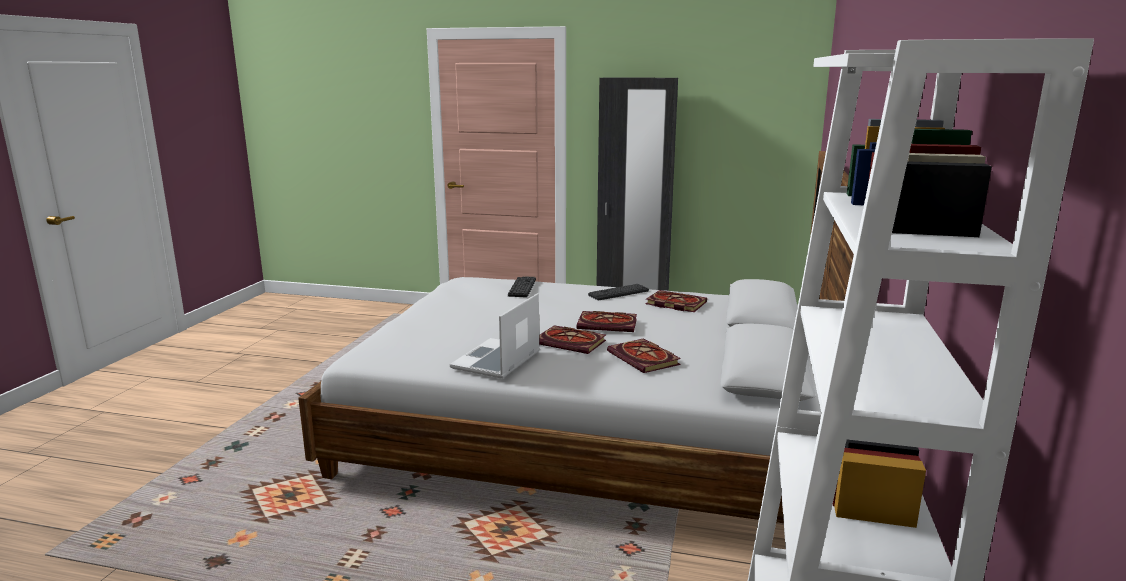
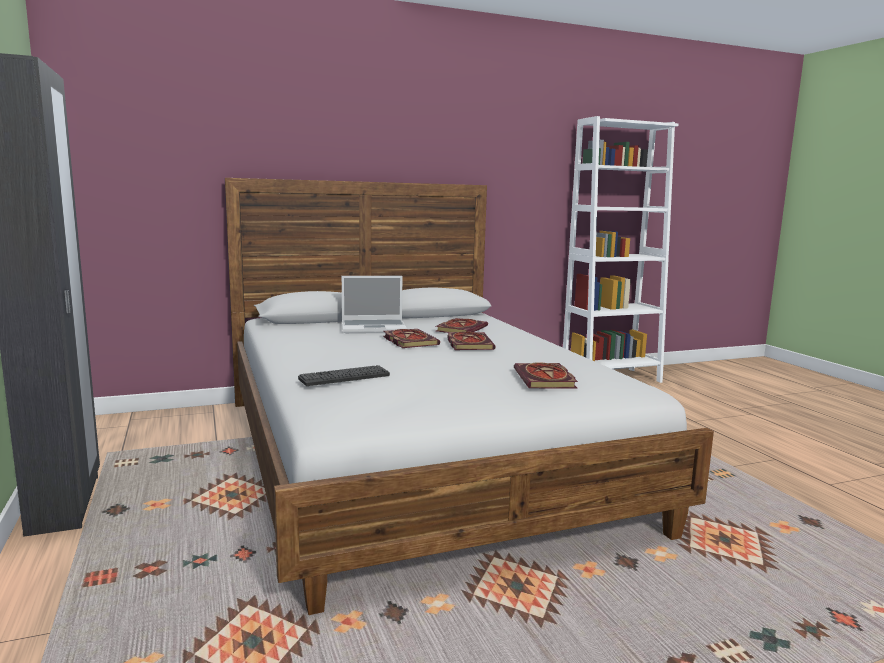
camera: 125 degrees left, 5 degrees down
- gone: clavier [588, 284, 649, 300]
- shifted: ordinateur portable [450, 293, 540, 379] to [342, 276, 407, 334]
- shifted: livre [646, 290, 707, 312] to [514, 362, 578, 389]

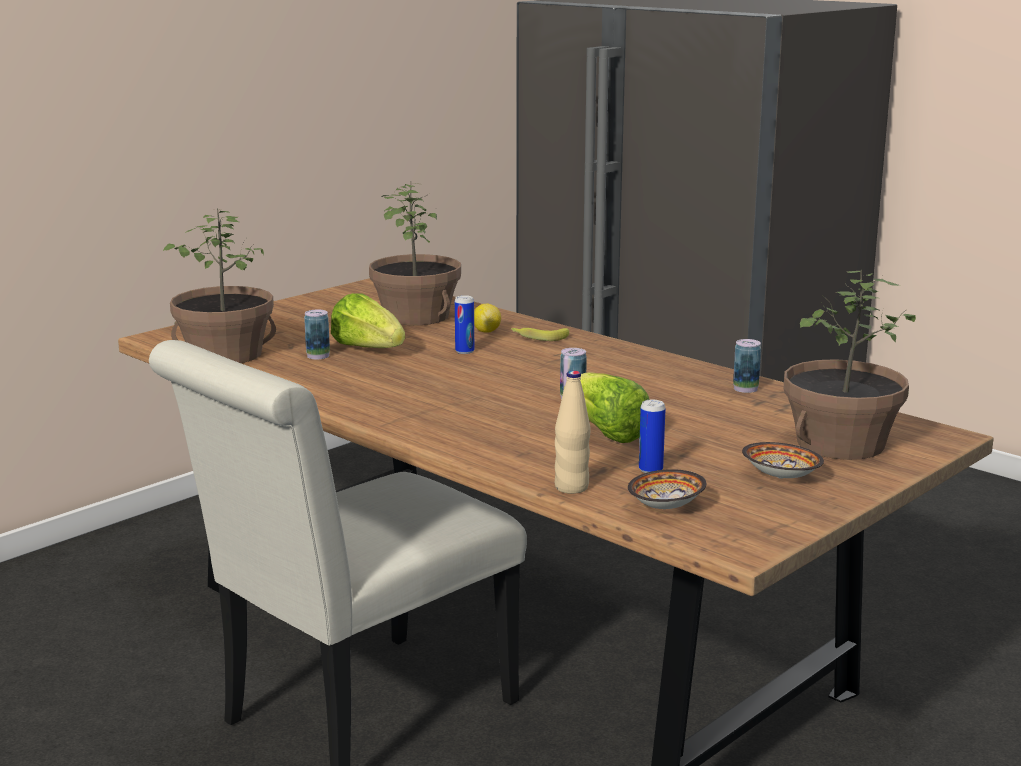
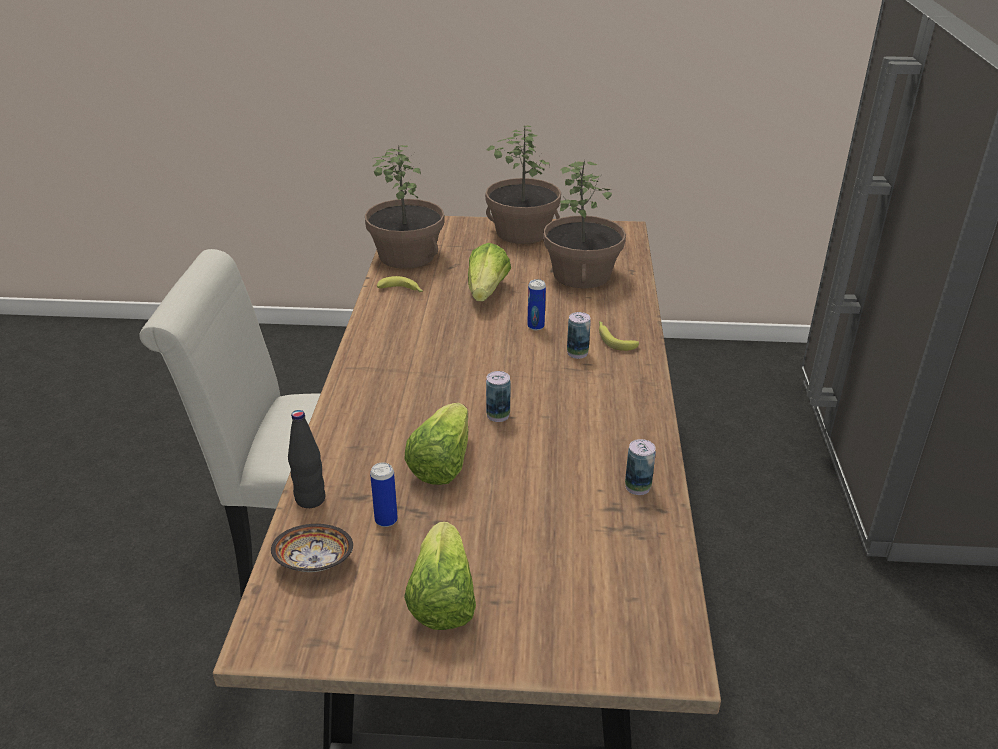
camera: 50 degrees right, 15 degrees up
- gone: citron [474, 304, 501, 333]
- new: banane [377, 276, 423, 293]
- shifted: boîte métallique [304, 310, 330, 359] to [567, 312, 591, 359]
- shifted: plante en pot [784, 270, 916, 460] to [485, 125, 561, 244]
- swapped: bol [742, 442, 824, 479] to laitue [404, 522, 476, 630]
- repainted: bouteille [beige] [555, 371, 590, 494] to bouteille [noir] [288, 410, 326, 508]

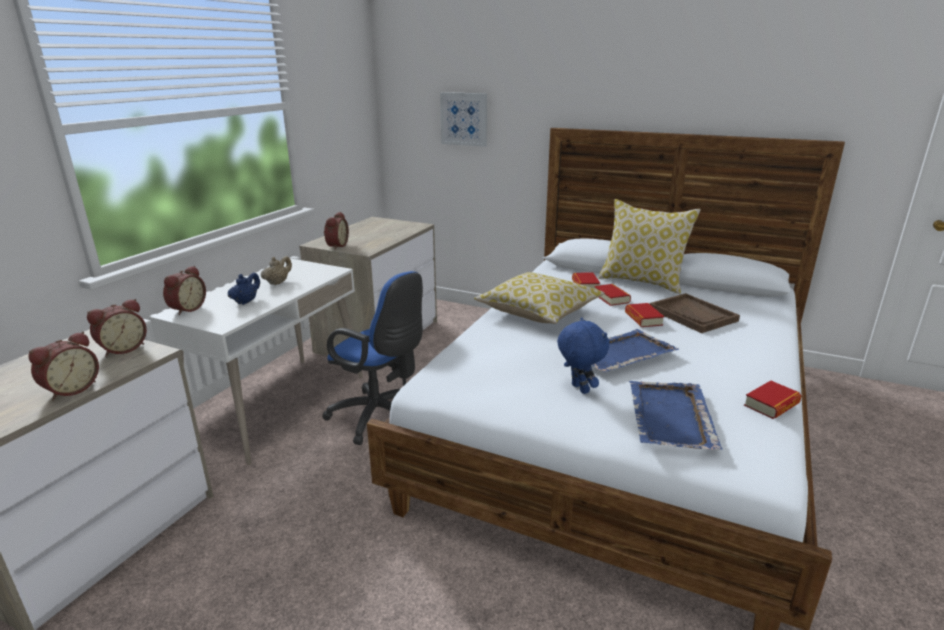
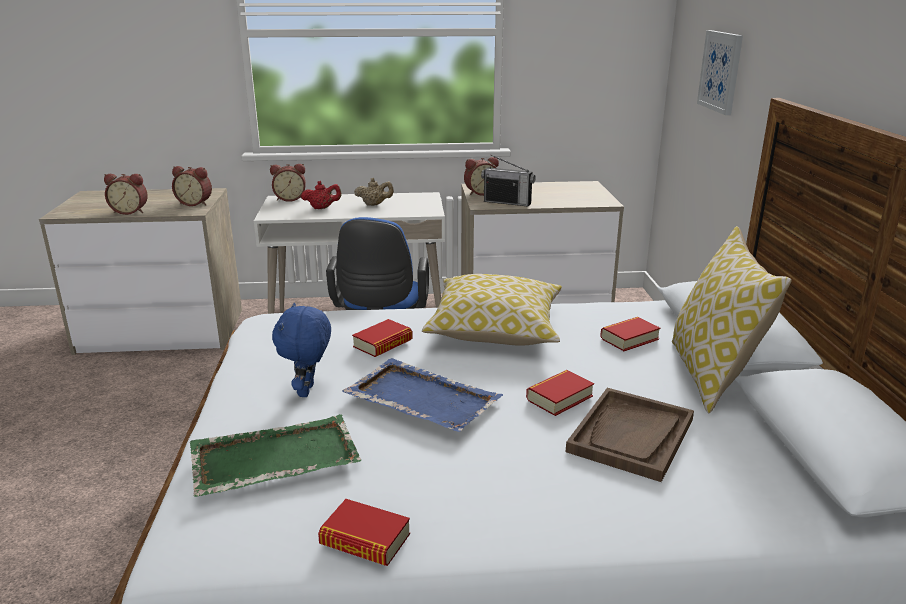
camera: 60 degrees right, 0 degrees up
- new: radio [481, 155, 536, 207]
- shifted: livre [594, 284, 631, 306] to [352, 319, 413, 357]
- repainted: théière [bleu] [228, 272, 260, 305] to théière [rouge] [301, 181, 342, 209]
- repainted: plateau [bleu] [629, 381, 722, 450] to plateau [vert] [190, 414, 362, 497]
- rotated: peluche [bleu] [557, 317, 609, 394] = [272, 303, 331, 397] 150 degrees clockwise

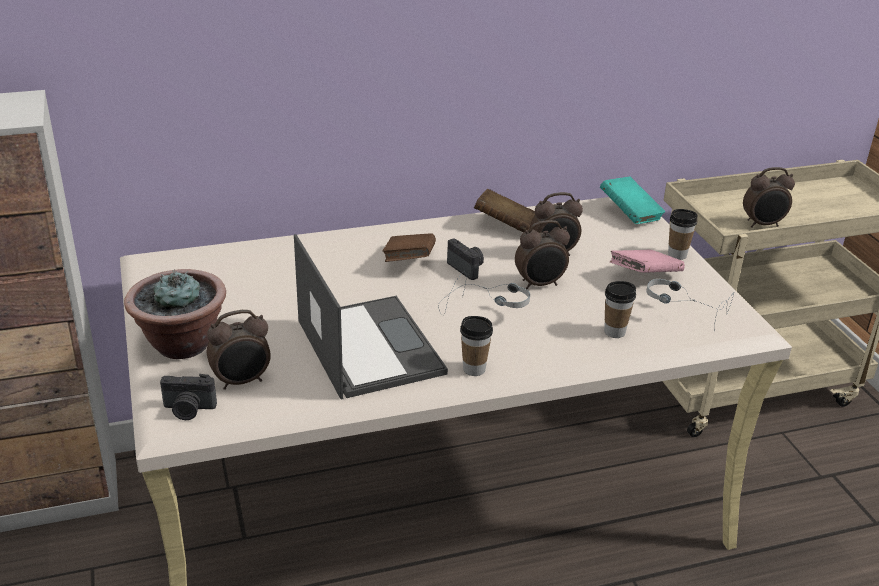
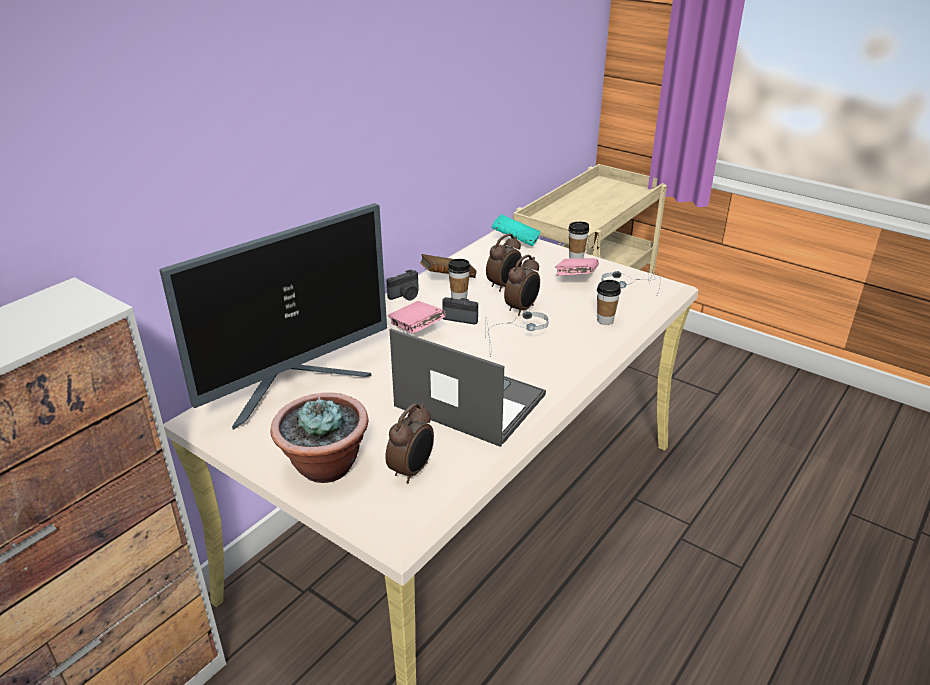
camera: 35 degrees left, 0 degrees up
- gone: réveil [743, 167, 795, 228]
- new: écran d'ordinateur [160, 203, 387, 430]
- shifted: appareil photo [160, 374, 217, 420] to [386, 270, 419, 301]
- shifted: tasse [460, 316, 493, 376] to [448, 259, 470, 299]
- repainted: livre [marron] [383, 233, 436, 262] to livre [rose] [388, 301, 446, 334]

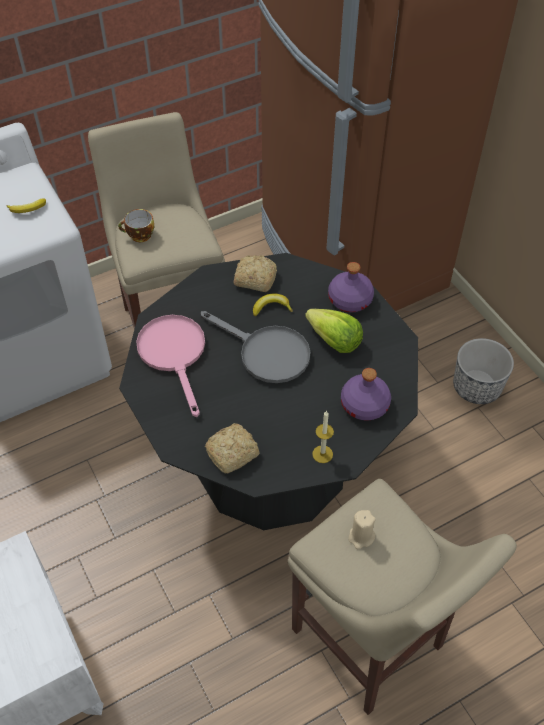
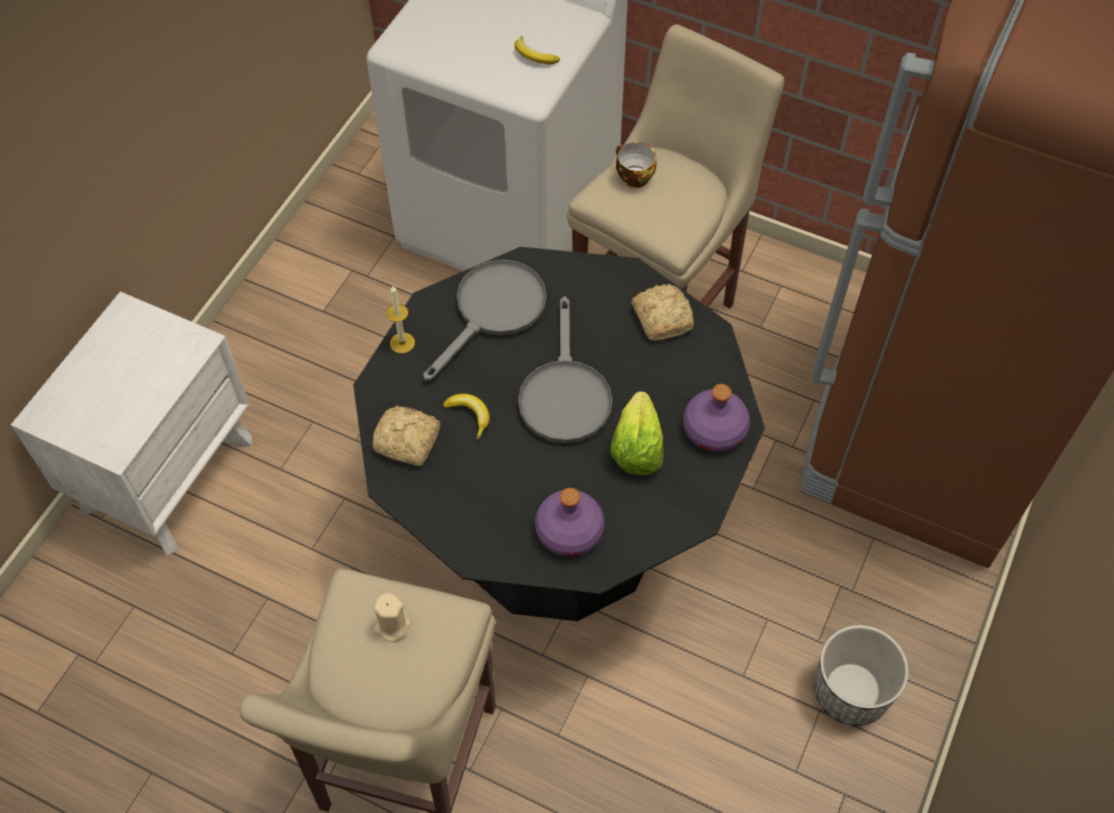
camera: 55 degrees right, 5 degrees up
- shifted: banane [253, 293, 293, 316] to [443, 394, 490, 440]
- shifted: bougie [312, 411, 334, 463] to [386, 286, 415, 354]
- repainted: poêle [rose] [136, 315, 205, 417] to poêle [gris] [423, 260, 546, 381]

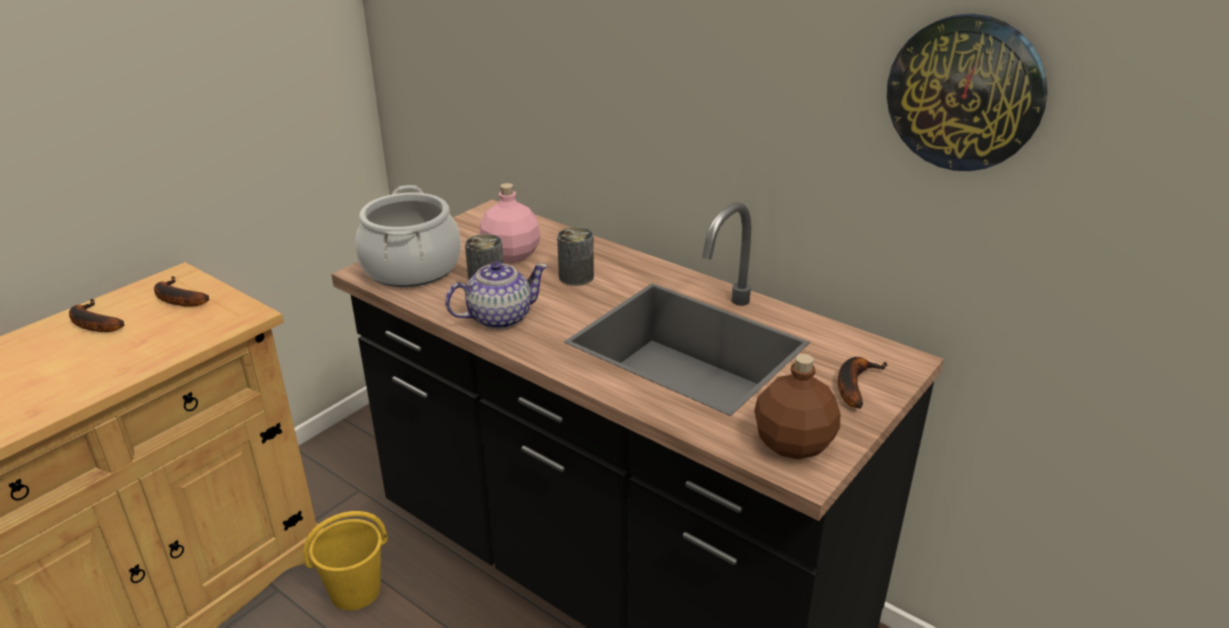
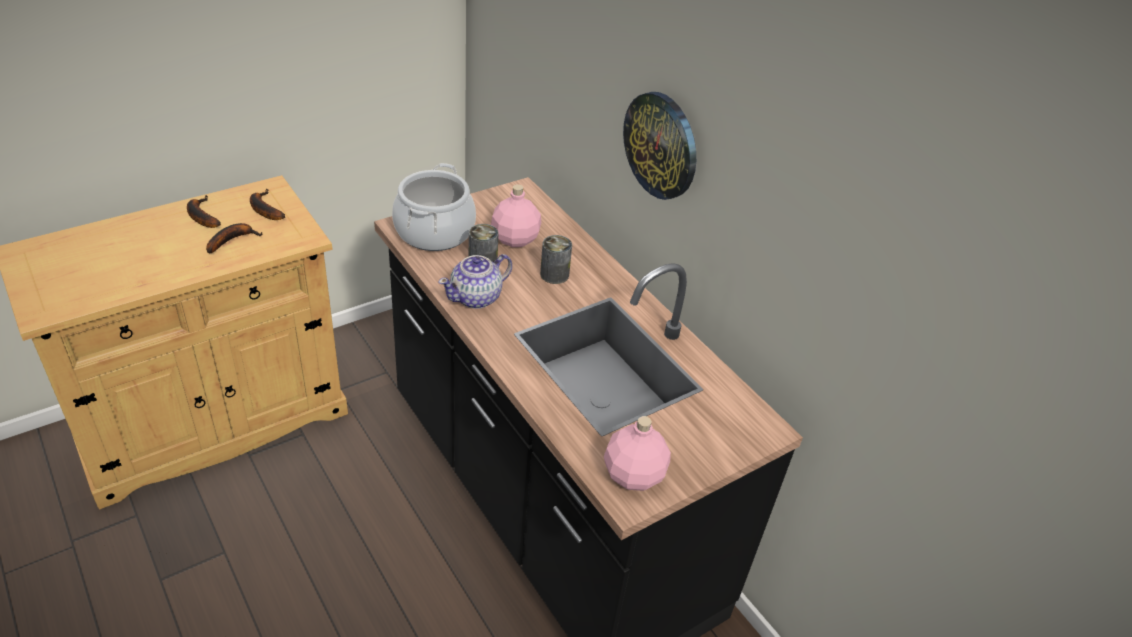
camera: 15 degrees right, 10 degrees up
- gone: seau [jaune] [303, 511, 388, 611]
- shifted: banane [838, 357, 888, 409] to [206, 223, 263, 254]
- shifted: horloge murale [887, 14, 1047, 171] to [623, 92, 696, 200]
- repainted: bouteille [marron] [754, 354, 840, 459] to bouteille [rose] [604, 416, 671, 491]
- rotated: théière [445, 261, 548, 329] = [439, 254, 512, 309] 150 degrees clockwise

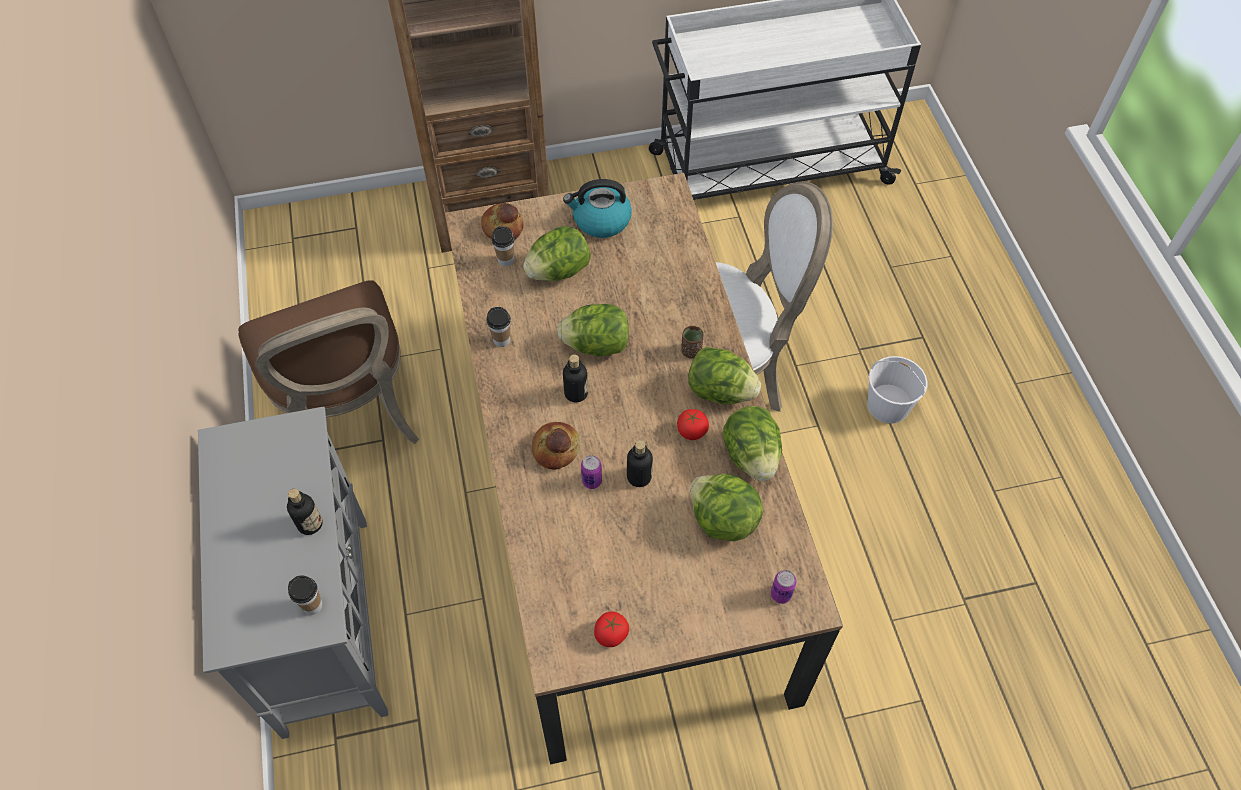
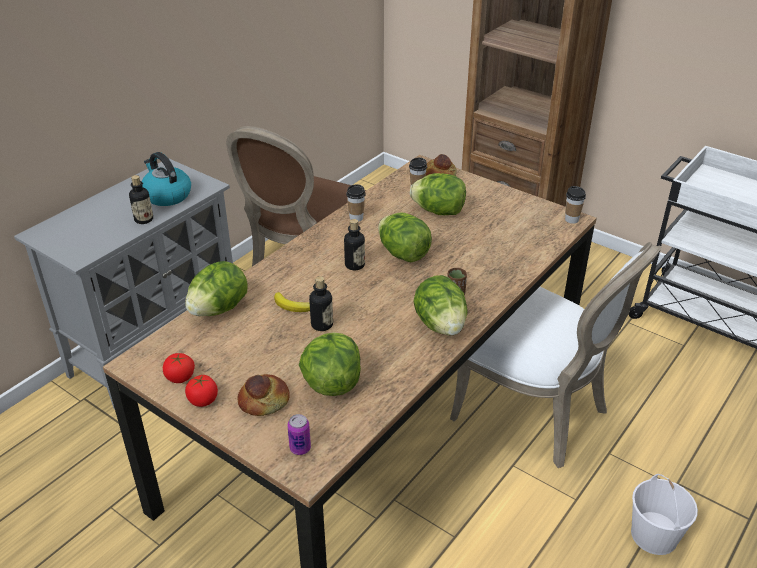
camera: 50 degrees right, 20 degrees down
- shifted: tasse [288, 575, 322, 615] to [565, 186, 586, 224]
- shifted: pain [532, 422, 580, 470] to [237, 374, 290, 416]
- shifted: bouilloire [563, 179, 632, 238] to [142, 152, 191, 206]
- shifted: tomate [677, 409, 709, 440] to [185, 375, 218, 407]
- shifted: laitue [723, 406, 782, 481] to [186, 261, 248, 316]
- swapped: boîte métallique [581, 455, 602, 489] to banane [274, 292, 310, 312]

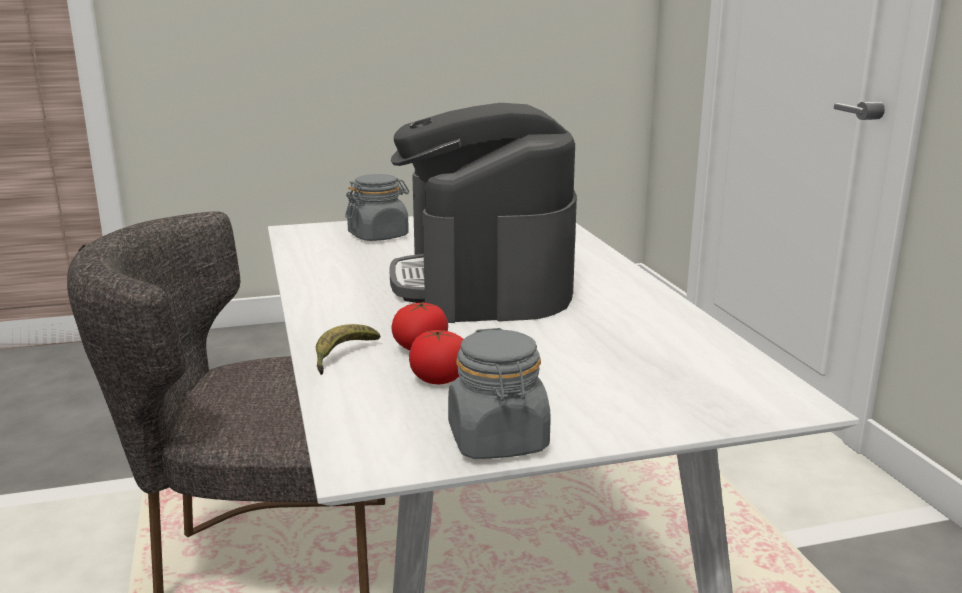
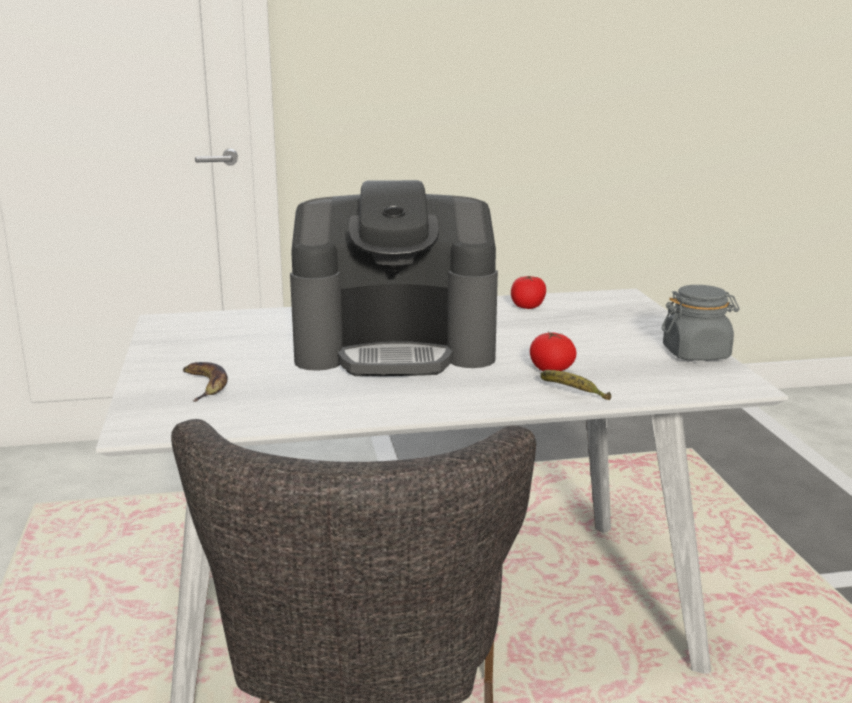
camera: 85 degrees left, 0 degrees up
- shifted: tomate [409, 329, 464, 384] to [511, 276, 546, 309]
- swapped: bocal [gris] [345, 174, 409, 241] to banane [183, 362, 228, 402]

